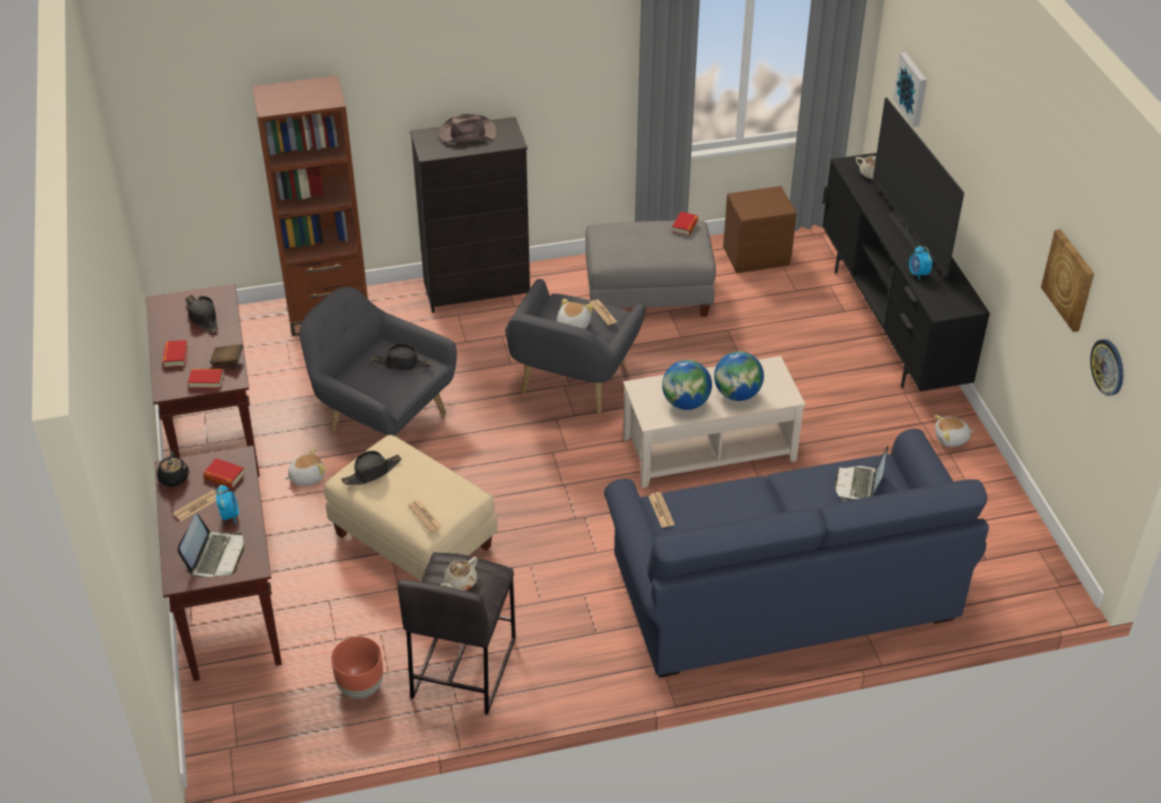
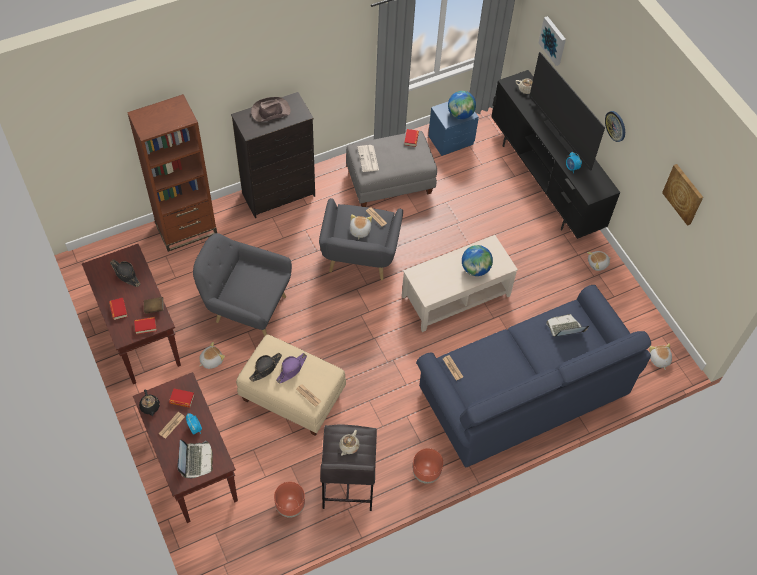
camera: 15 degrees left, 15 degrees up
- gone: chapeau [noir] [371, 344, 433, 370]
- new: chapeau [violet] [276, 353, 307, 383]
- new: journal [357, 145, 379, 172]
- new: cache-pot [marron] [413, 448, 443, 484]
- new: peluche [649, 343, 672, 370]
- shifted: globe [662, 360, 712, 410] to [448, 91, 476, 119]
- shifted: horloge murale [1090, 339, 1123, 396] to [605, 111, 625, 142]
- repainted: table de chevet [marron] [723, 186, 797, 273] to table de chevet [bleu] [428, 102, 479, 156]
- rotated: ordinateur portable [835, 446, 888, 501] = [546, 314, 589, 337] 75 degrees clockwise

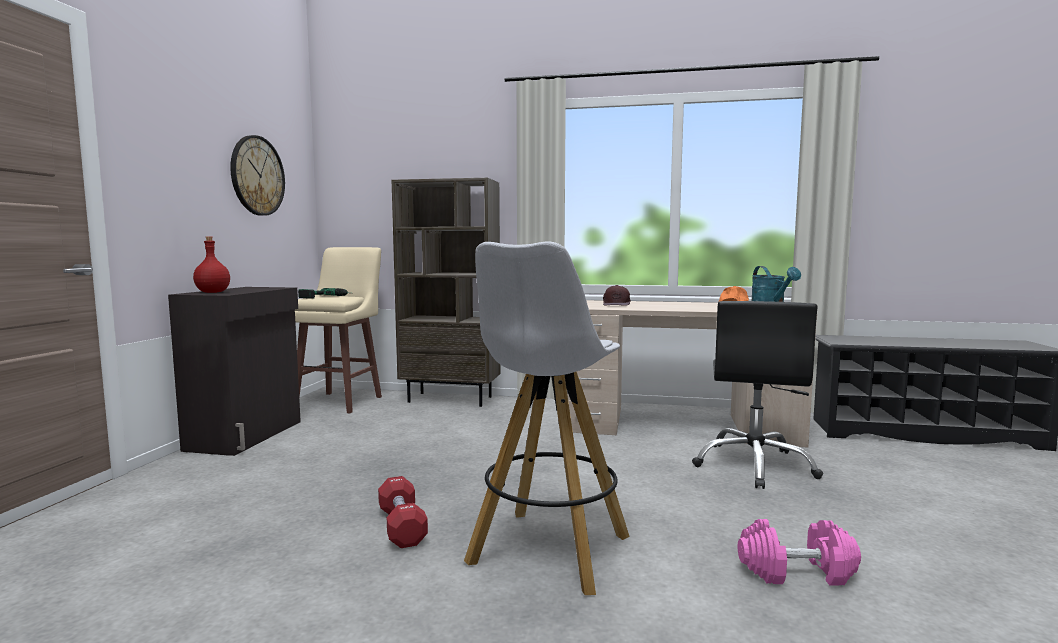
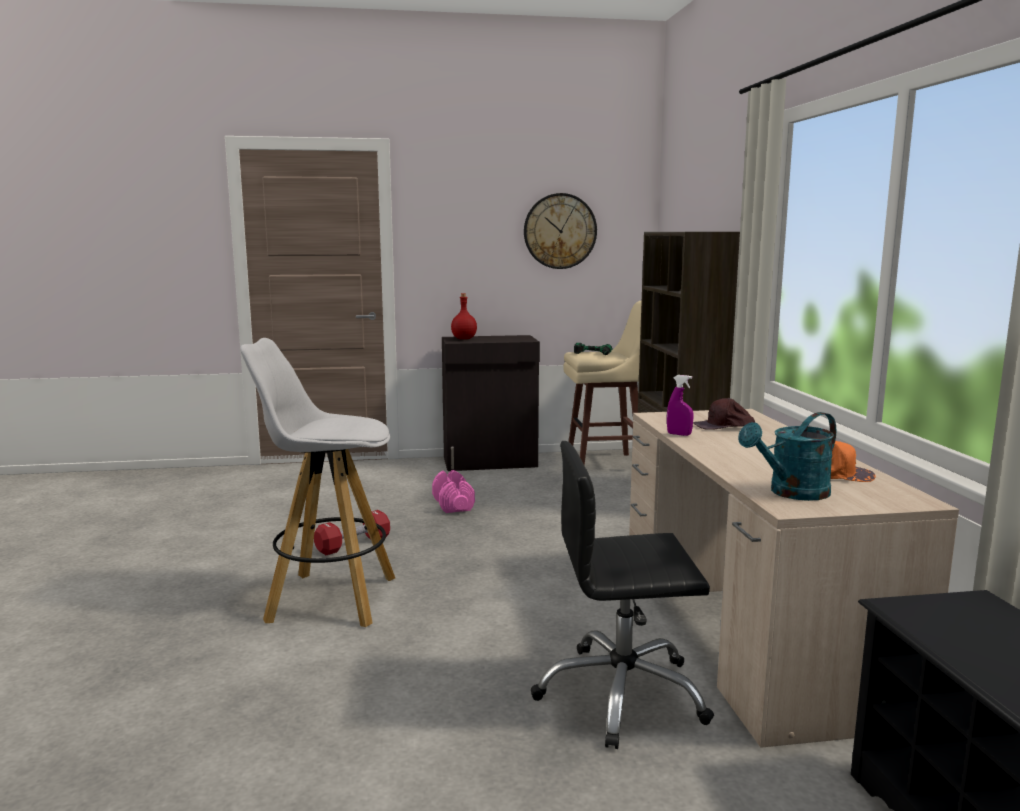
camera: 70 degrees right, 5 degrees up
- new: vaporisateur [violet] [667, 375, 694, 436]
- shifted: haltère [rose] [738, 519, 861, 586] to [432, 470, 475, 513]

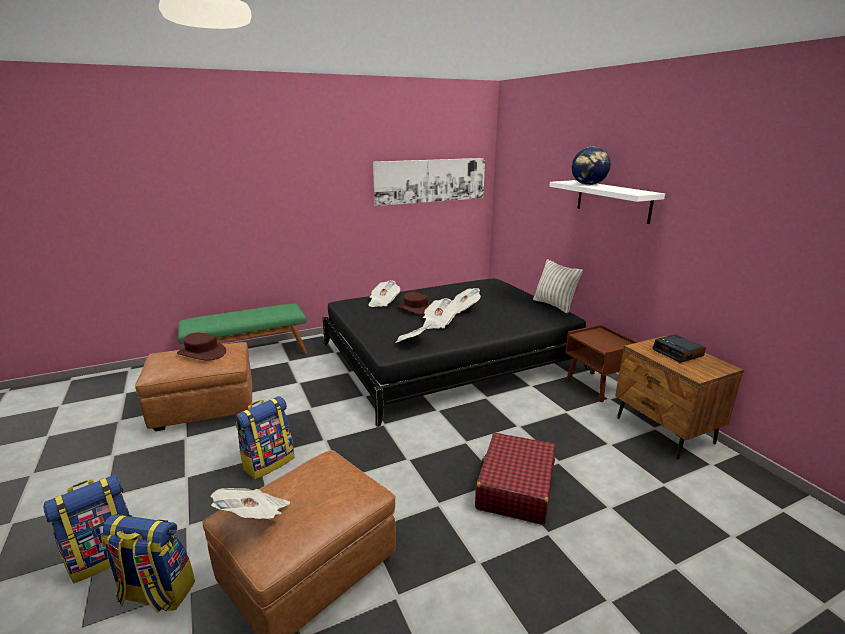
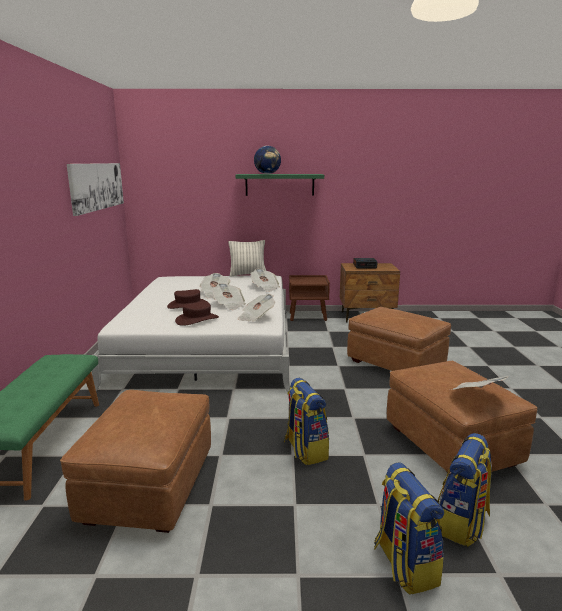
camera: 65 degrees left, 5 degrees down
- shifted: chapeau [marron] [177, 333, 226, 360] to [175, 302, 219, 326]
- shifted: journal [369, 280, 400, 307] to [251, 269, 280, 292]
- swapped: valise [rouge] [475, 433, 555, 525] to pouf [marron] [347, 307, 451, 371]
- repainted: lit [noir] [323, 278, 591, 427] to lit [blanc] [92, 275, 290, 392]
- repainted: étagère [blanc] [549, 180, 665, 224] to étagère [vert] [235, 174, 324, 196]

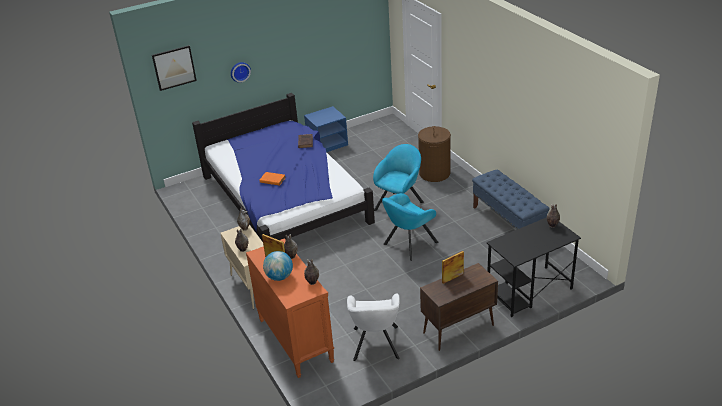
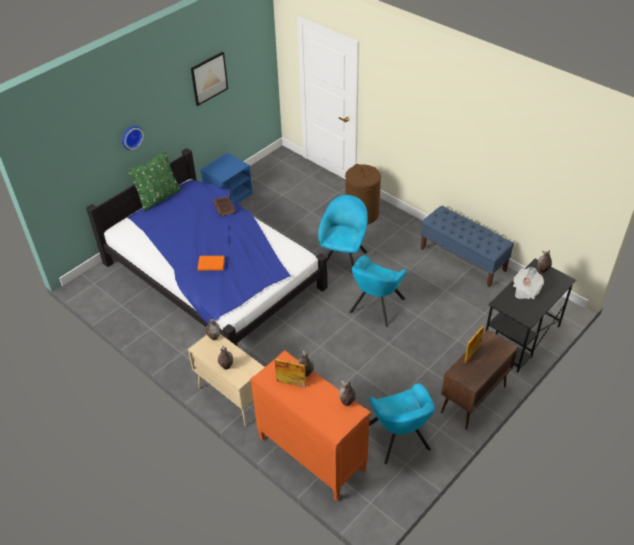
camera: 20 degrees left, 10 degrees up
- gone: globe [263, 251, 293, 281]
- new: coussin [vert] [127, 151, 181, 211]
- new: journal [513, 267, 544, 299]
- shifted: tableau [152, 45, 197, 91] to [191, 52, 228, 106]
- repainted: fauteuil [blanc] [347, 293, 400, 361] to fauteuil [turquoise] [369, 383, 435, 464]

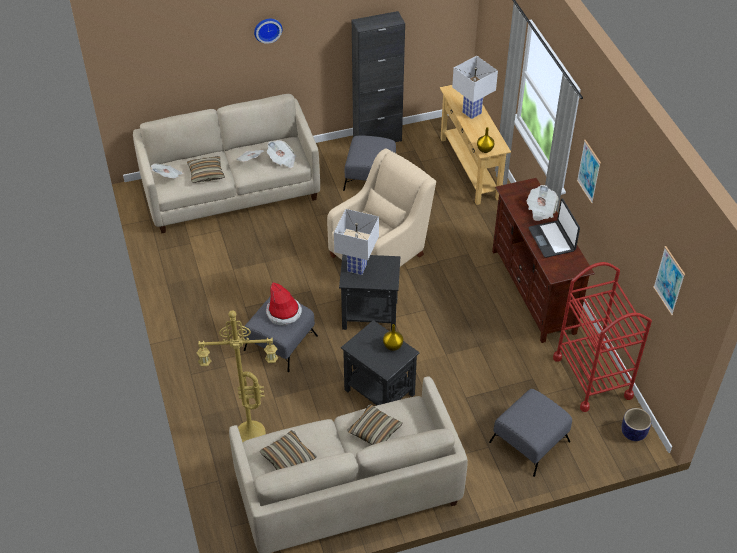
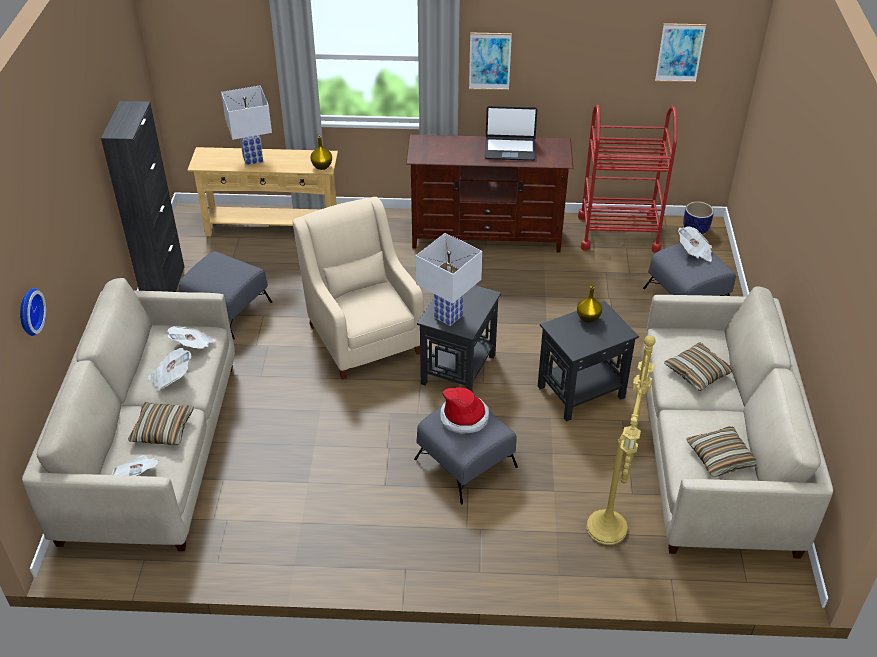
camera: 70 degrees left, 5 degrees down
- shifted: horloge murale [254, 19, 282, 44] to [20, 288, 46, 336]
- shifted: journal [526, 185, 559, 221] to [678, 227, 712, 262]

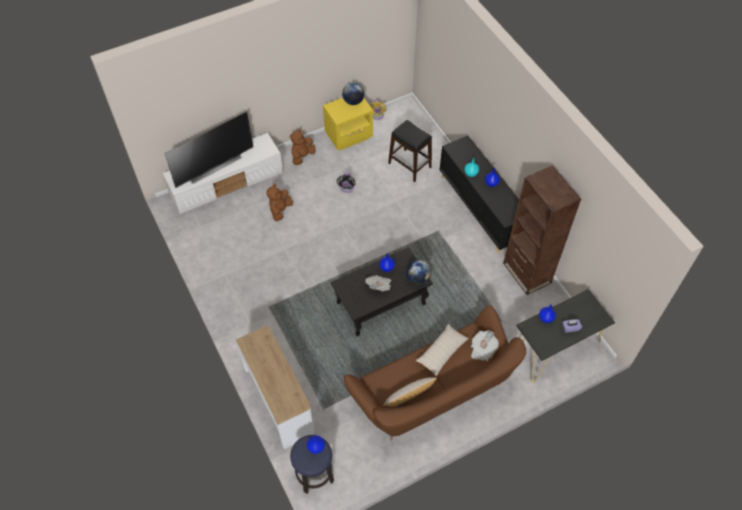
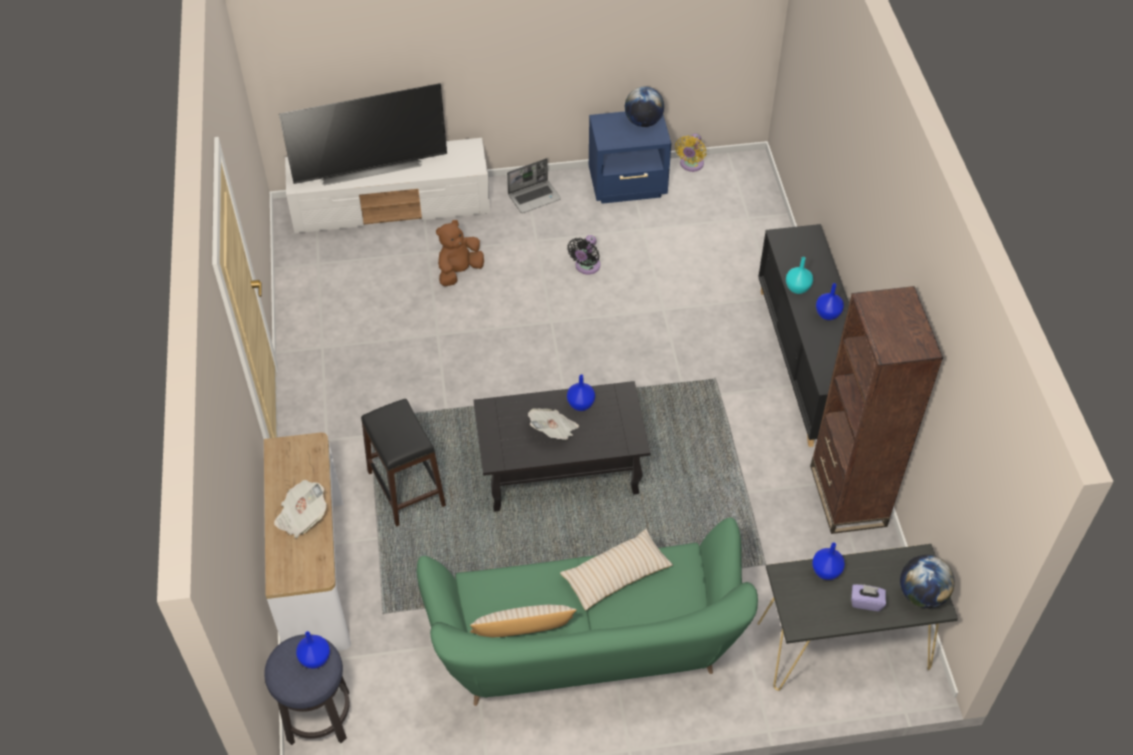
camera: 20 degrees right, 5 degrees down
- shifted: tabouret [noir] [388, 120, 432, 182] to [361, 399, 446, 527]
- shifted: globe [406, 259, 432, 285] to [900, 555, 955, 608]
- shifted: journal [471, 331, 499, 361] to [274, 480, 326, 538]
- swapped: peluche [marron] [290, 129, 316, 165] to ordinateur portable [507, 158, 561, 213]
- repainted: table de chevet [jaune] [323, 98, 373, 150] to table de chevet [bleu] [589, 111, 671, 204]
- repainted: canapé [marron] [344, 305, 526, 441] to canapé [vert] [416, 517, 758, 706]

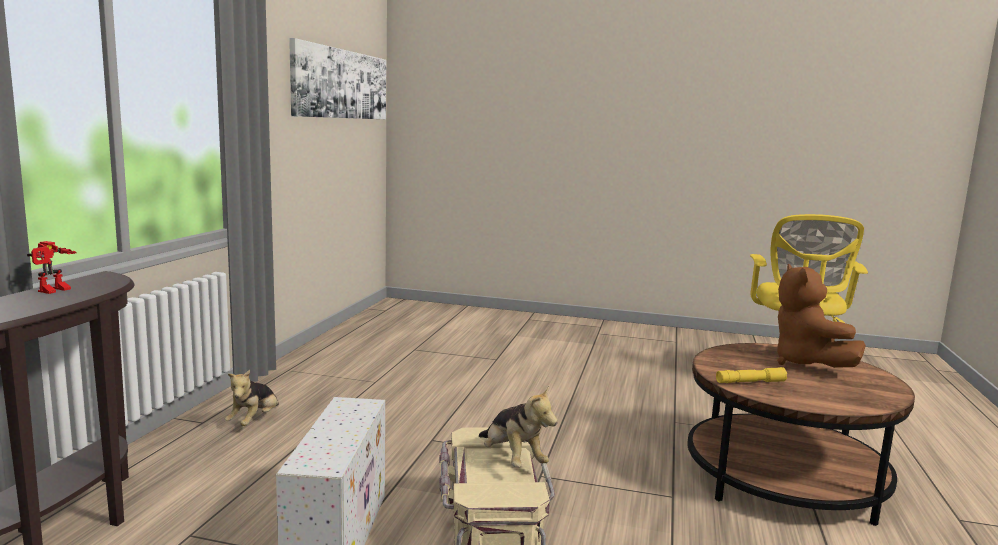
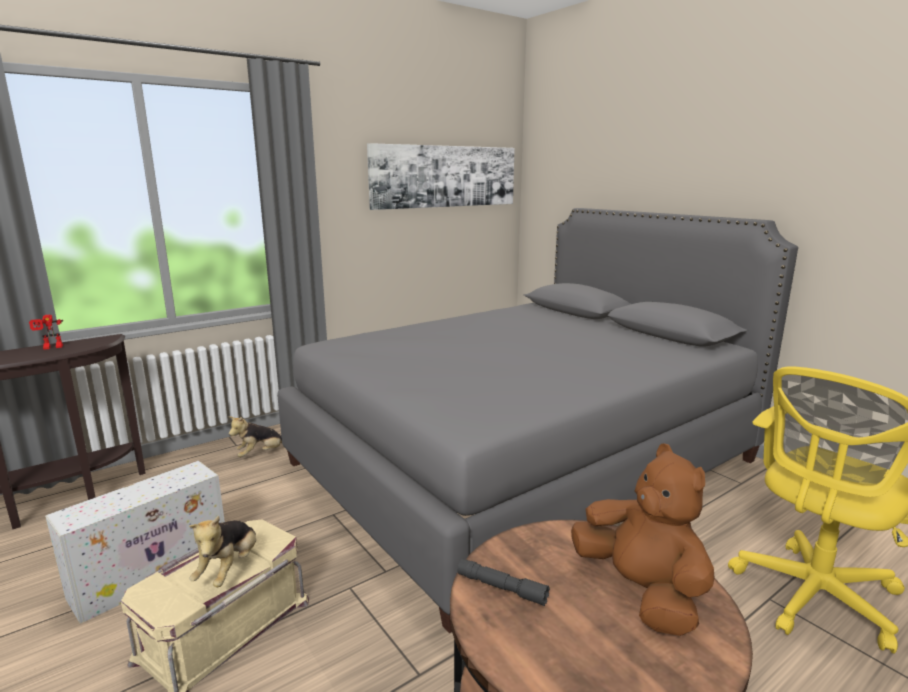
camera: 40 degrees right, 5 degrees up
- new: lit [gris] [277, 208, 798, 633]
- repainted: lampe de poche [jaune] [716, 367, 787, 383] to lampe de poche [gris] [458, 559, 550, 606]
- rotated: peluche [marron] [777, 264, 866, 368] = [571, 443, 715, 636] 120 degrees clockwise

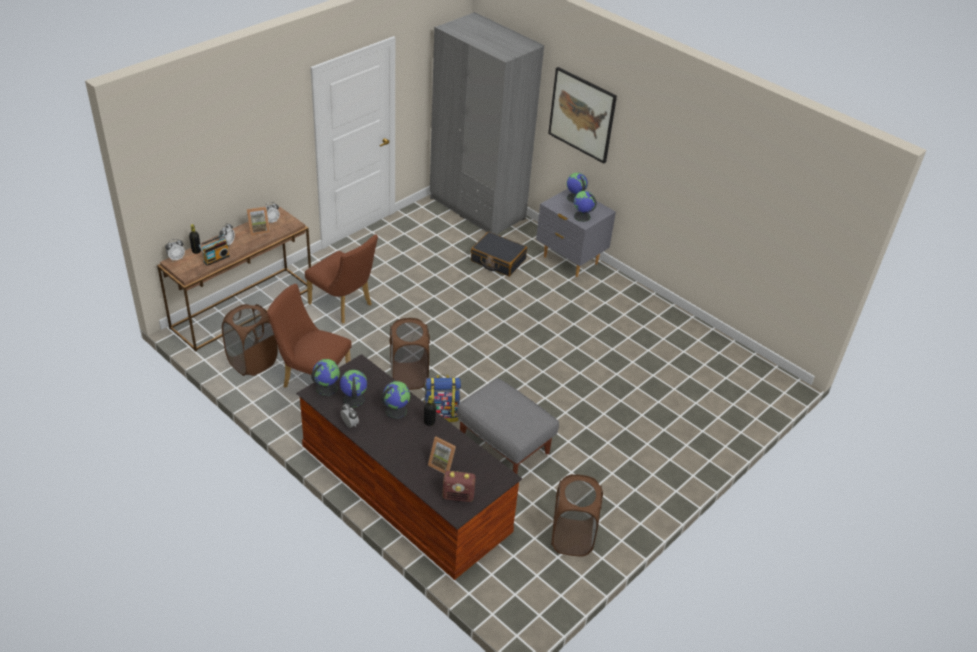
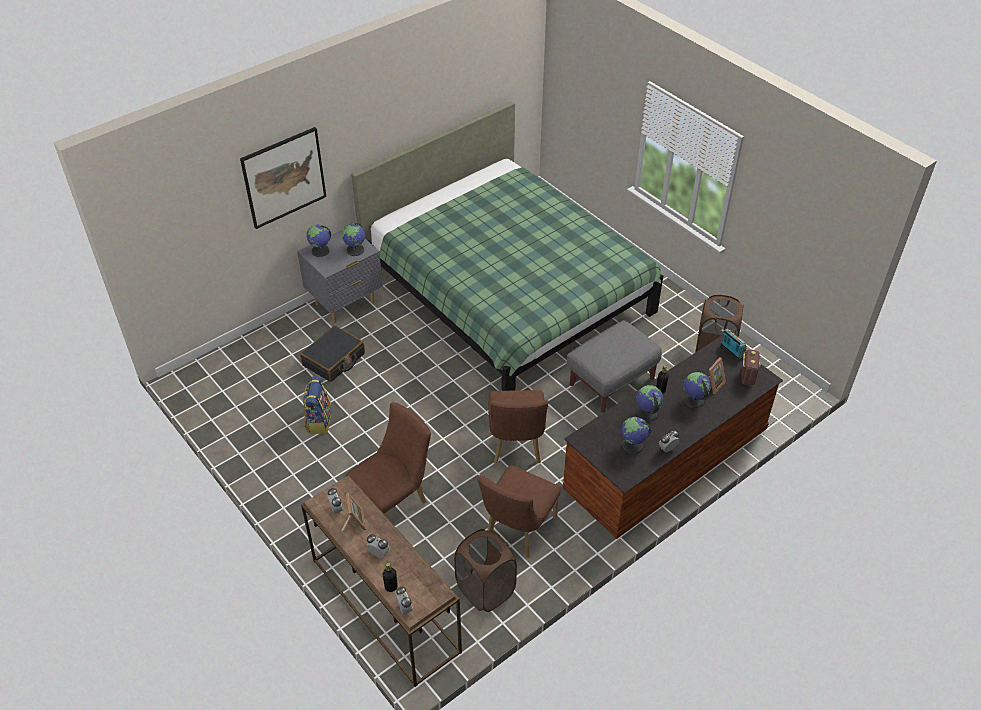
camera: 80 degrees left, 5 degrees up
- gone: armoire [gris] [430, 12, 544, 234]
- new: lit [vert] [351, 101, 663, 391]
- shifted: radio [199, 235, 230, 266] to [721, 328, 747, 360]
- shifted: globe [311, 359, 340, 396] to [684, 372, 711, 408]
- shifted: sac à dos [424, 375, 461, 422] to [303, 376, 332, 434]
- swapped: panier à linge [marron] [390, 318, 430, 390] to chaise [marron] [488, 390, 549, 464]

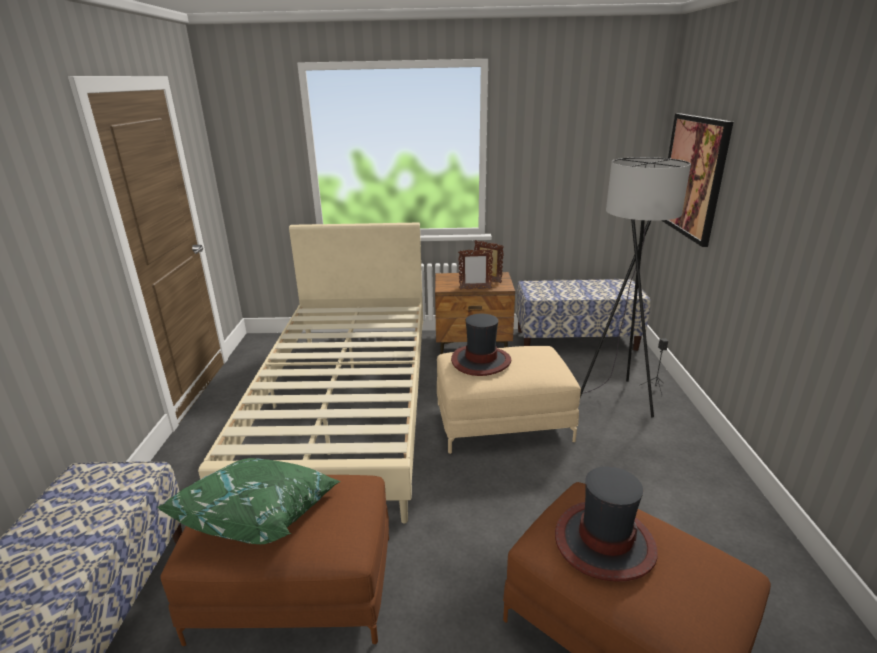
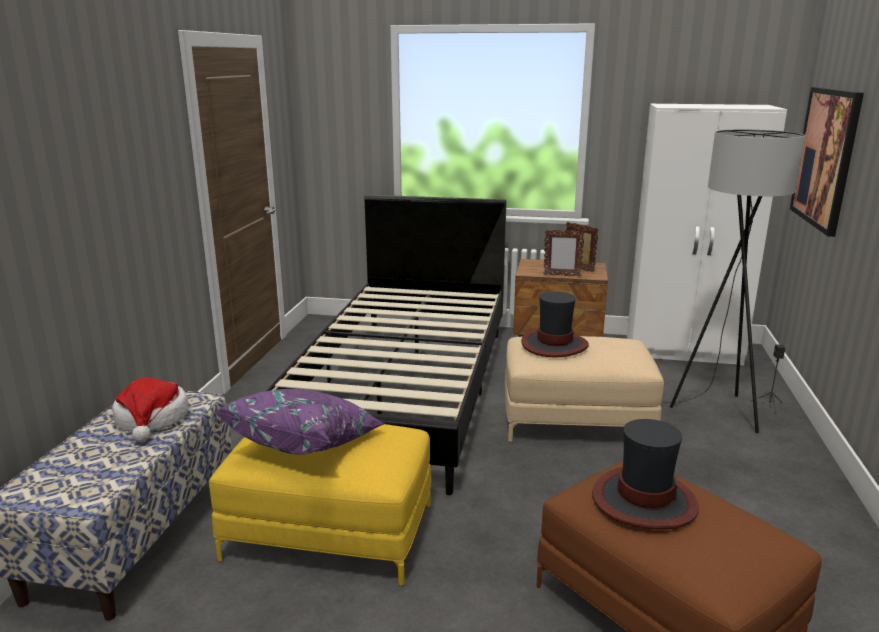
camera: 10 degrees right, 5 degrees down
- new: chapeau [112, 377, 189, 442]
- swapped: banc [516, 279, 651, 351] to armoire [blanc] [627, 104, 787, 366]
- repainted: coussin [vert] [158, 458, 341, 544] to coussin [violet] [214, 389, 384, 455]
- repainted: pouf [marron] [160, 475, 389, 646] to pouf [jaune] [209, 424, 431, 586]
- repainted: lit [beige] [198, 223, 423, 524] to lit [noir] [266, 195, 507, 495]

